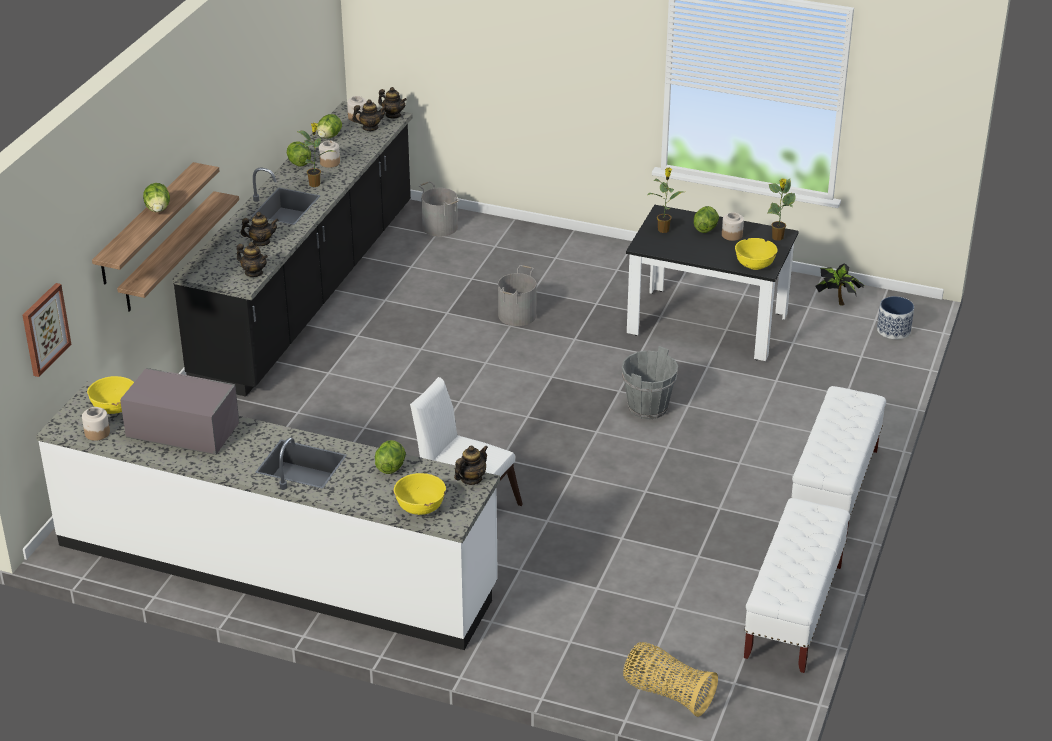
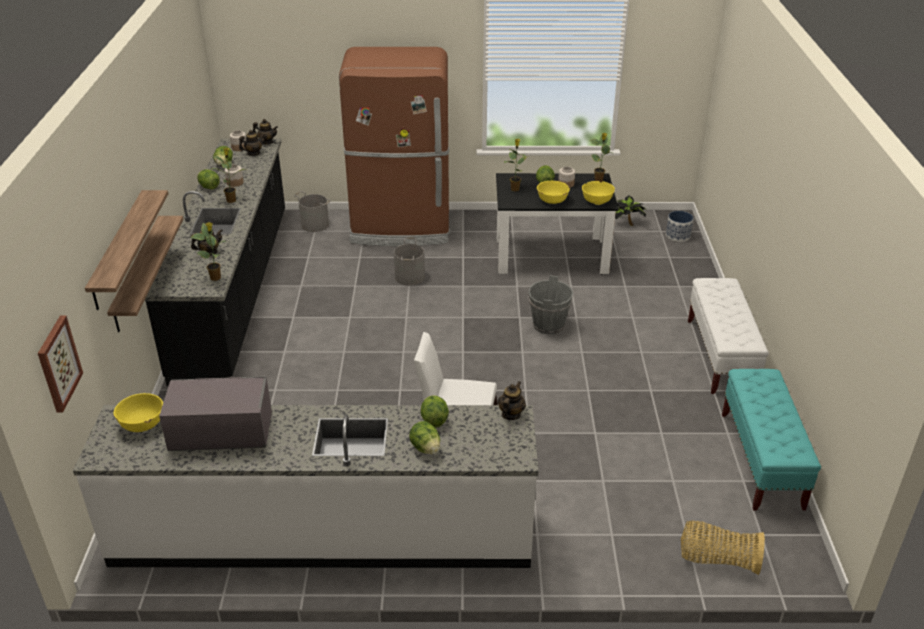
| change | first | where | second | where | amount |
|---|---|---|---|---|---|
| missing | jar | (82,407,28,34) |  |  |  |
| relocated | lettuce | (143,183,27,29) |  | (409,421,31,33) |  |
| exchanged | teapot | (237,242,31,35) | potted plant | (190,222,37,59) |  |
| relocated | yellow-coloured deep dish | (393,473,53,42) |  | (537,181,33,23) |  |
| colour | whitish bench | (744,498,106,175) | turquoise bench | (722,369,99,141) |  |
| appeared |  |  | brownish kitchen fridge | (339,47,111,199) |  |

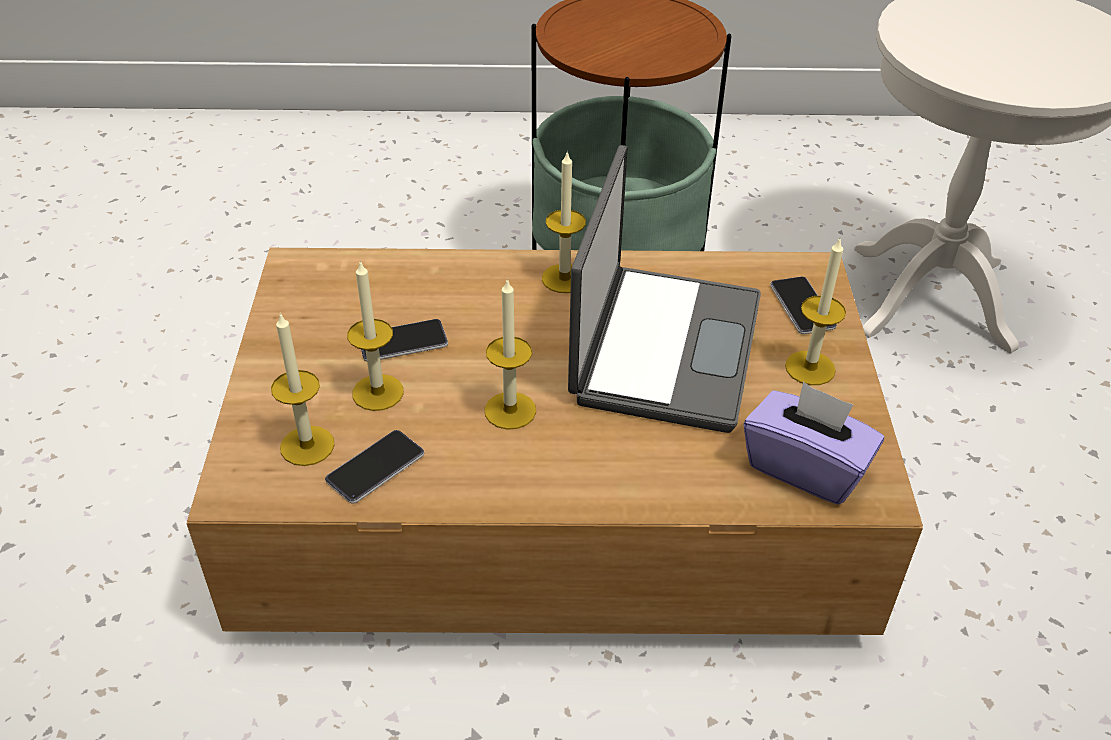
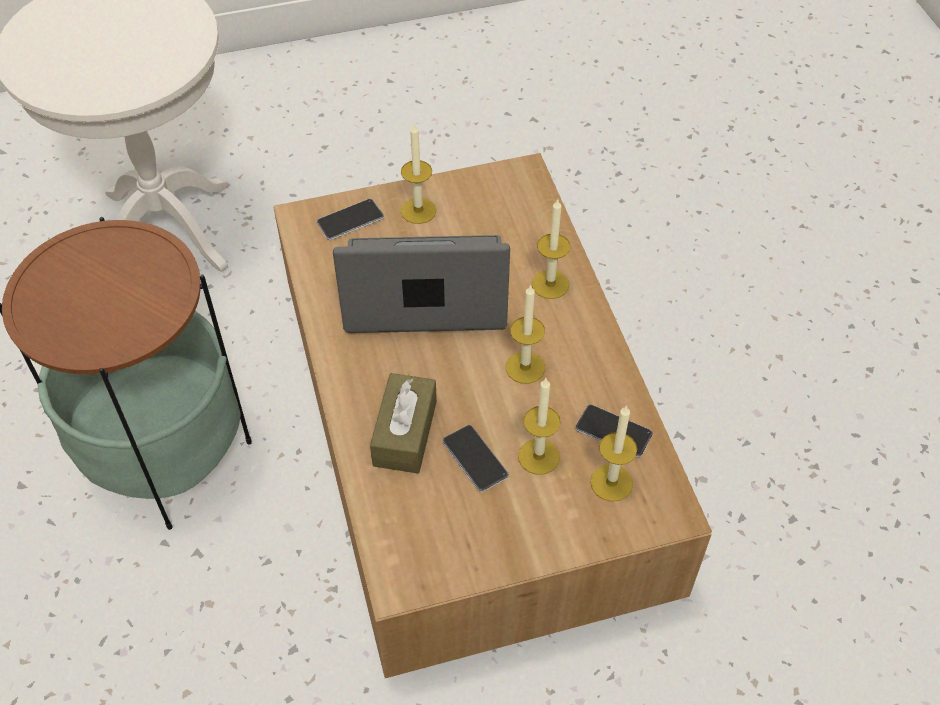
| change | first | where | second | where | amount |
|---|---|---|---|---|---|
| relocated | wax candle | (542,151,44,142) |  | (532,200,38,99) |  |
| missing | purplish box of tissues | (744,382,140,123) |  |  |  |
| appeared |  |  | brownish box of tissues | (370,373,67,100) |  |

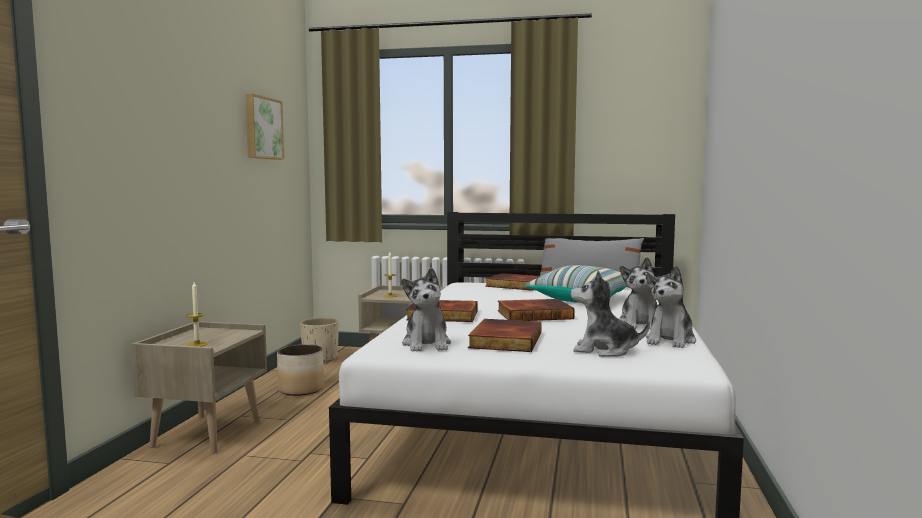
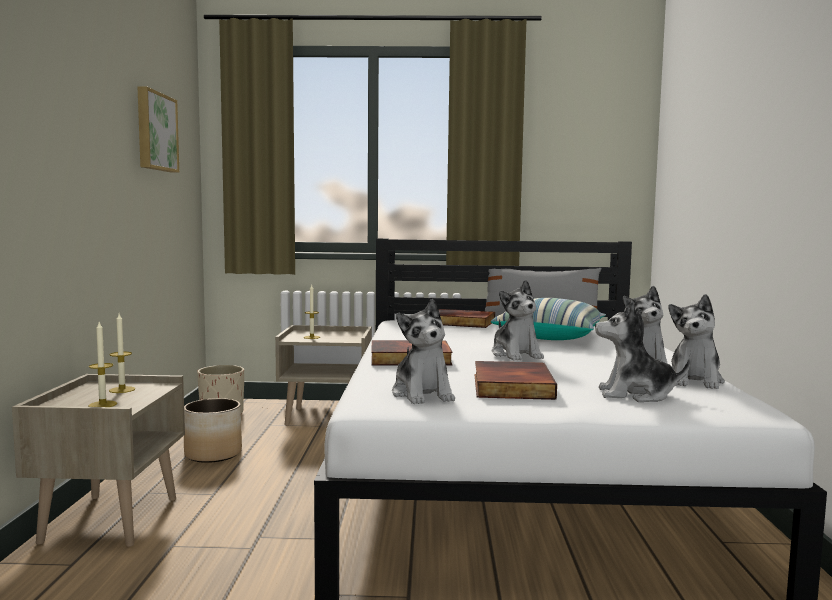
| change | first | where | second | where | amount |
|---|---|---|---|---|---|
| exchanged | book | (498,299,77,22) | plush toy | (492,280,52,80) |  |
| appeared |  |  | wax candle | (109,314,26,79) |  |

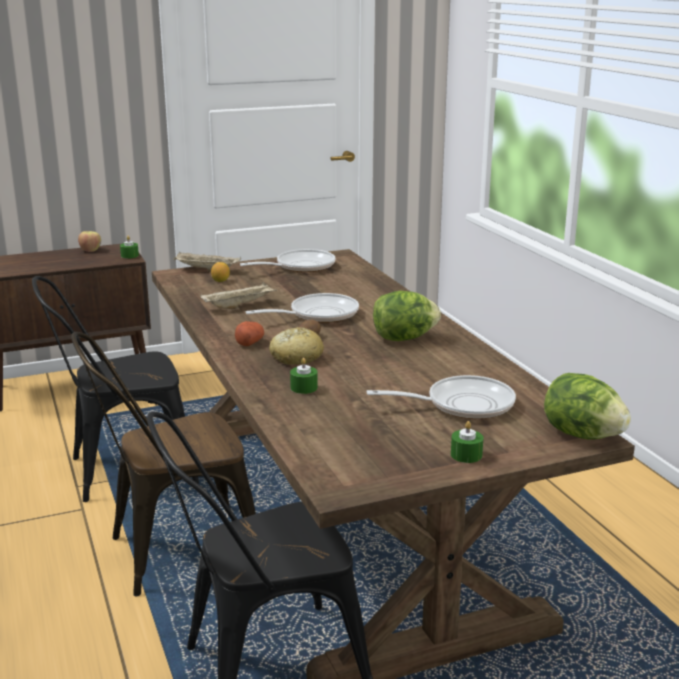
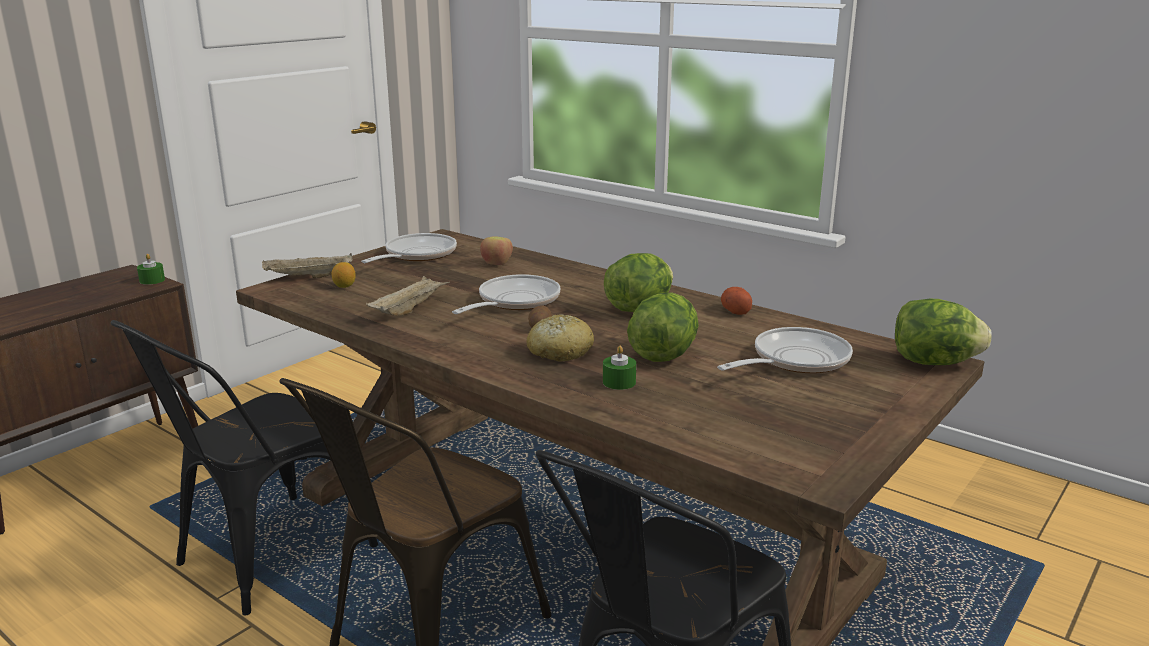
| change | first | where | second | where | amount |
|---|---|---|---|---|---|
| relocated | whole apple | (78,231,23,21) |  | (480,236,33,29) |  |
| relocated | spud | (235,321,29,25) |  | (721,287,31,28) |  |
| missing | greenish wax candle | (451,421,32,42) |  |  |  |
| appeared |  |  | lettuce | (627,293,72,69) |  |

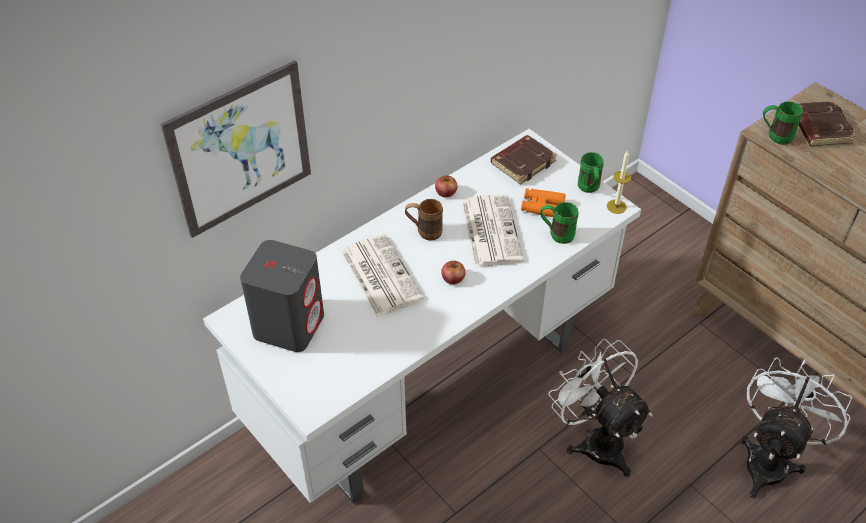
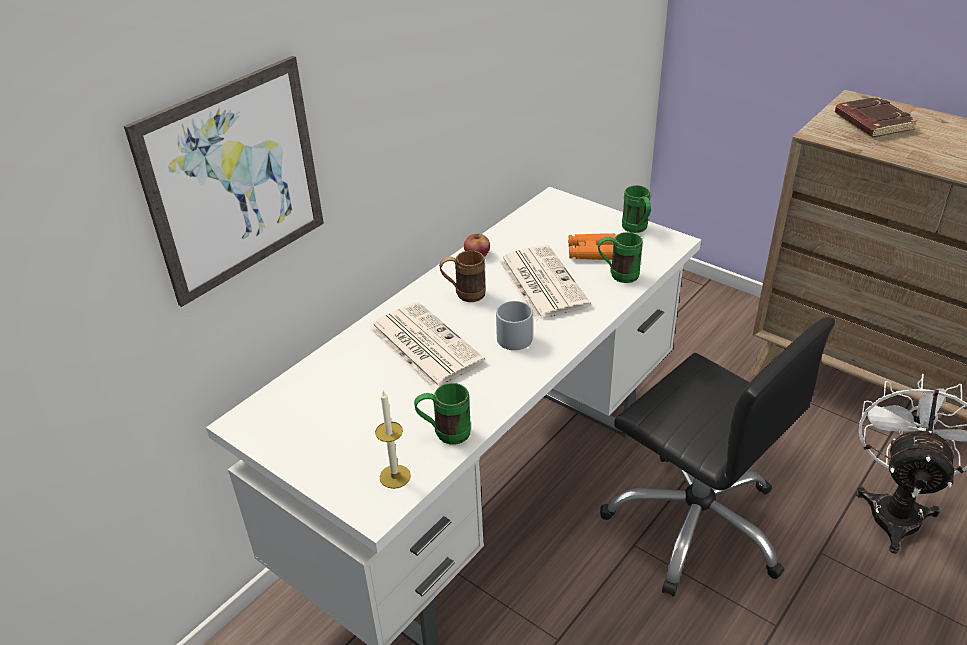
| change | first | where | second | where | amount |
|---|---|---|---|---|---|
| missing | grey audio speaker | (240,240,84,112) |  |  |  |
| exchanged | whole apple | (441,261,25,23) | grey coffee mug | (496,301,37,49) |  |
| missing | brownish book | (491,135,66,50) |  |  |  |
| exchanged | whitish cooling fan | (548,339,104,138) | black-coloured desk chair | (600,317,235,280) |  |
| relocated | wax candle | (607,150,24,64) |  | (375,390,36,99) |  |
| relocated | greenish coffee mug | (763,101,40,44) |  | (414,383,57,62) |  |

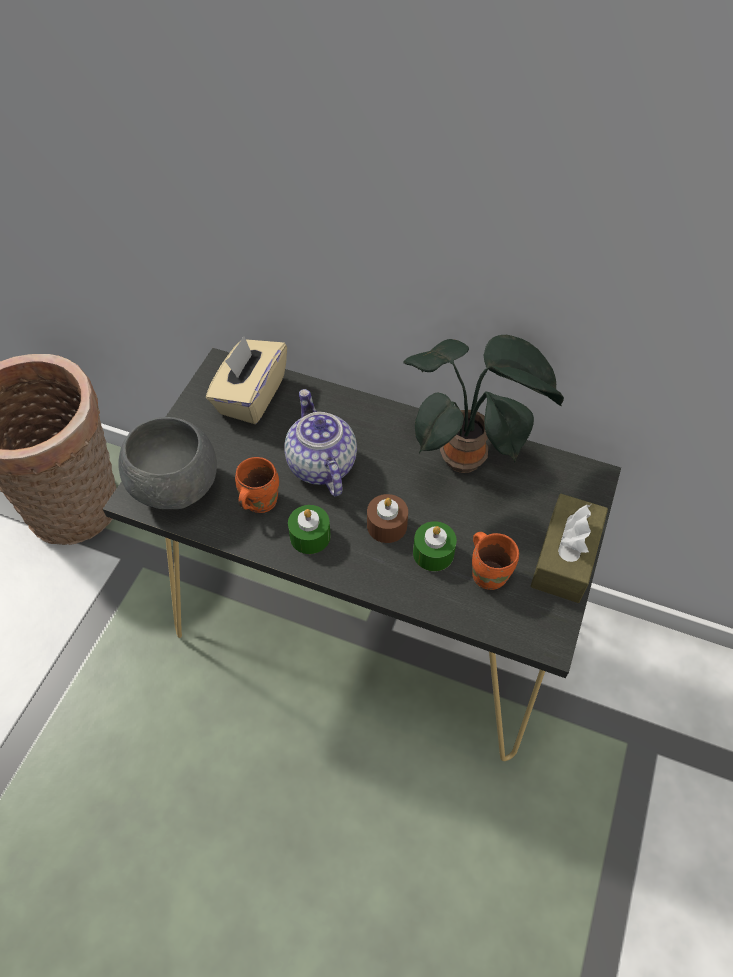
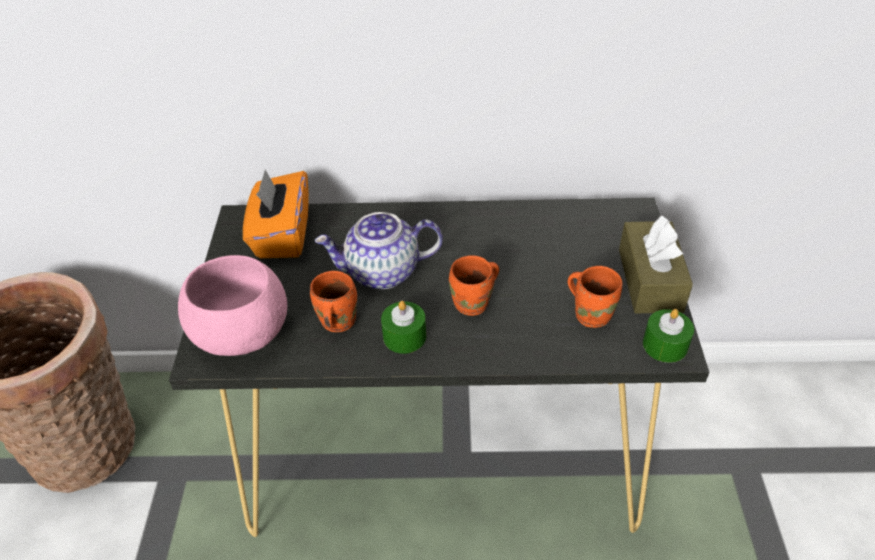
| change | first | where | second | where | amount |
|---|---|---|---|---|---|
| colour | grey deep dish | (118,417,99,92) | pinkish deep dish | (178,255,109,101) |  |
| colour | beige box of tissues | (206,336,81,88) | orangey box of tissues | (243,170,66,88) |  |
| spun | teapot | (284,389,73,107) |  | (315,212,128,77) | 60 degrees counterclockwise |
| exchanged | brownish wax candle | (367,494,41,49) | orangey coffee mug | (449,255,50,61) |  |
| missing | potted plant | (403,335,161,138) |  |  |  |
| relocated | greenish wax candle | (413,521,44,50) |  | (643,309,51,54) |  |

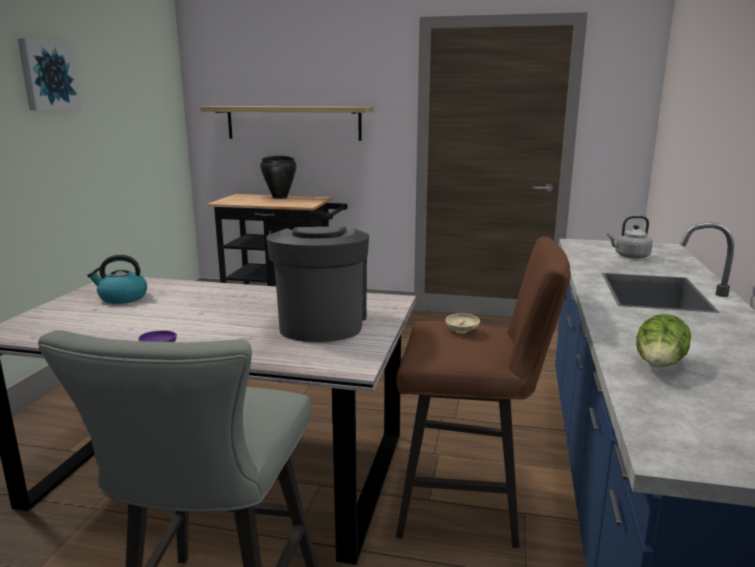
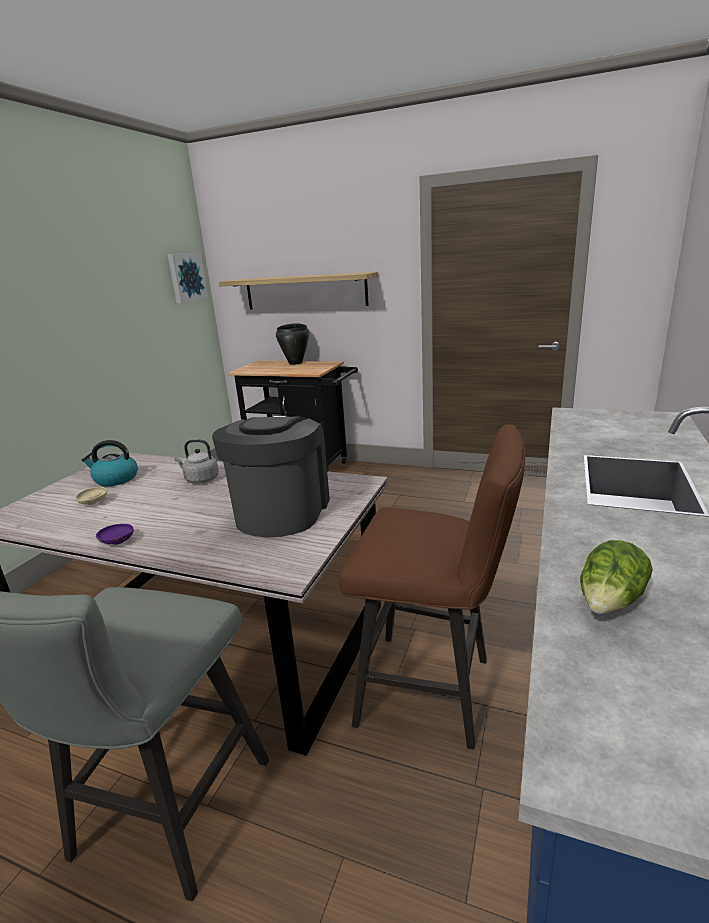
| change | first | where | second | where | amount |
|---|---|---|---|---|---|
| relocated | picture | (18,38,64,72) |  | (167,253,41,50) |  |
| relocated | beige deep dish | (445,314,35,19) |  | (75,487,32,18) |  |
| relocated | grey water kettle | (607,216,46,43) |  | (174,439,45,45) |  |

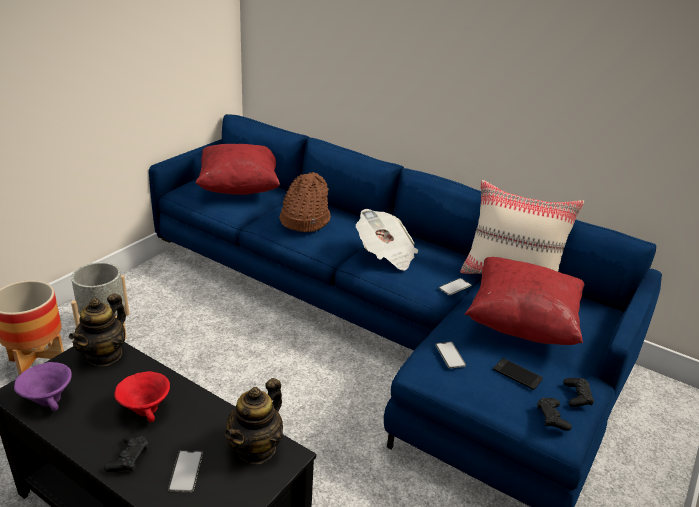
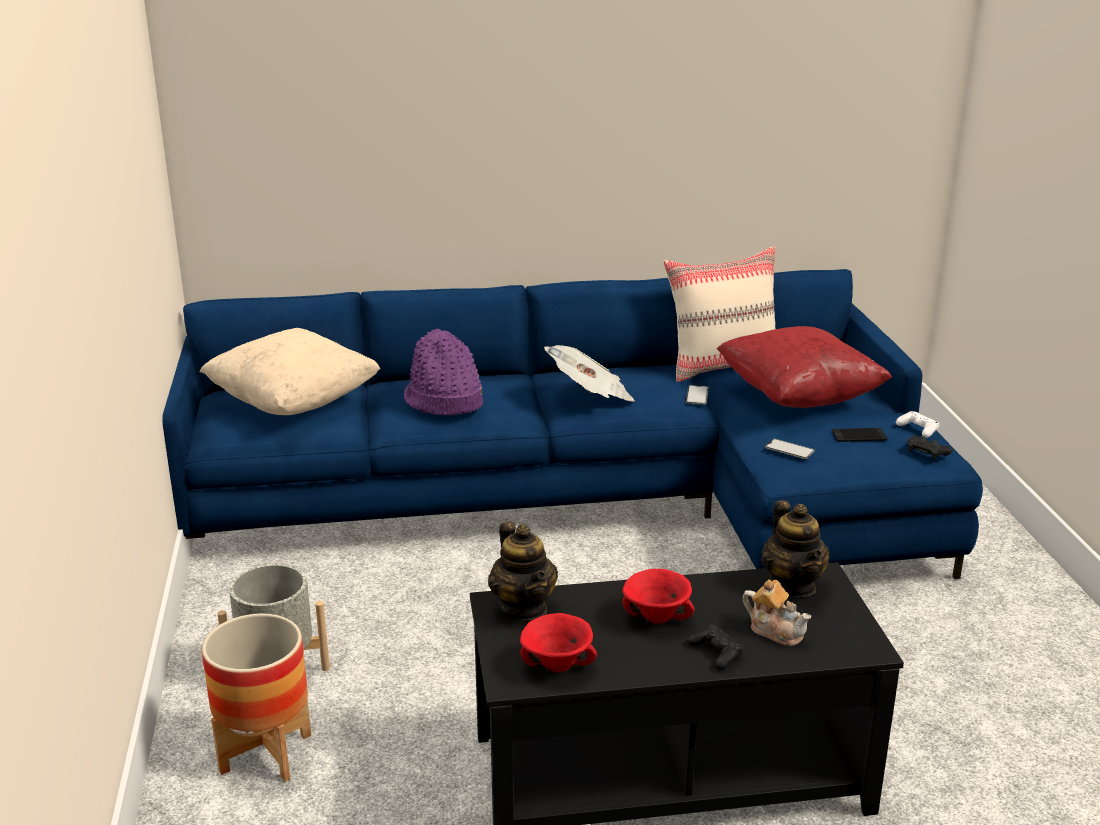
| change | first | where | second | where | amount |
|---|---|---|---|---|---|
| colour | purplish deep dish | (14,362,58,49) | red deep dish | (520,613,77,60) |  |
| exchanged | phone | (168,450,35,42) | teapot | (742,579,69,67) |  |
| colour | red cushion | (196,144,84,51) | beige cushion | (200,328,180,87) |  |
| colour | brownish clothing hat | (279,172,52,60) | purplish clothing hat | (404,329,79,86) |  |
| colour | black-coloured gamepad | (563,378,31,29) | whitish gamepad | (896,411,43,27) |  |

